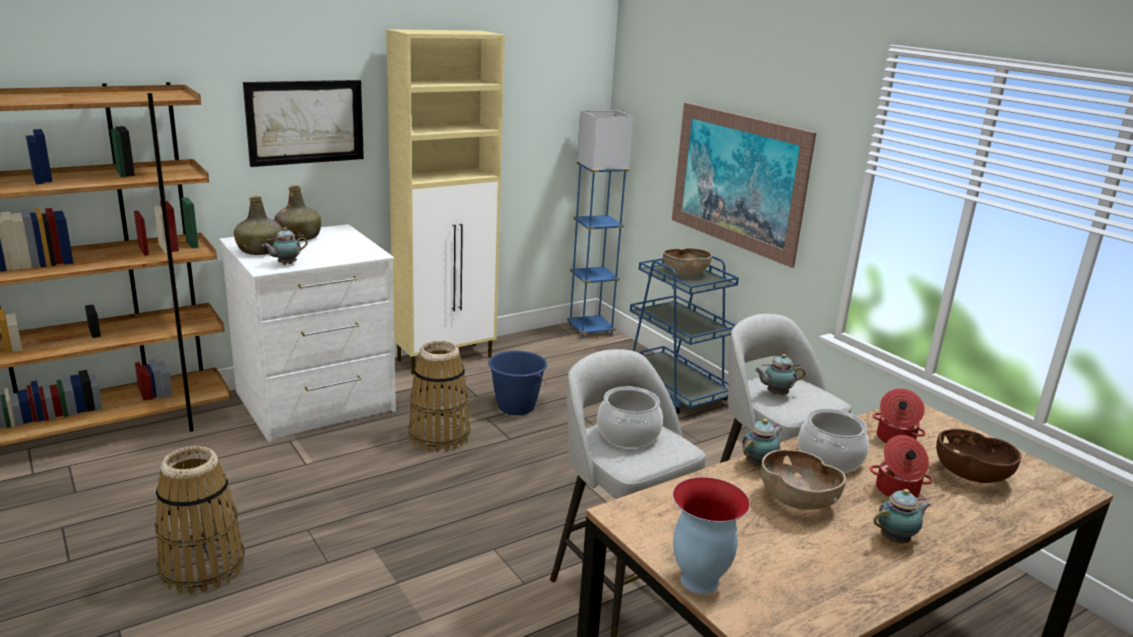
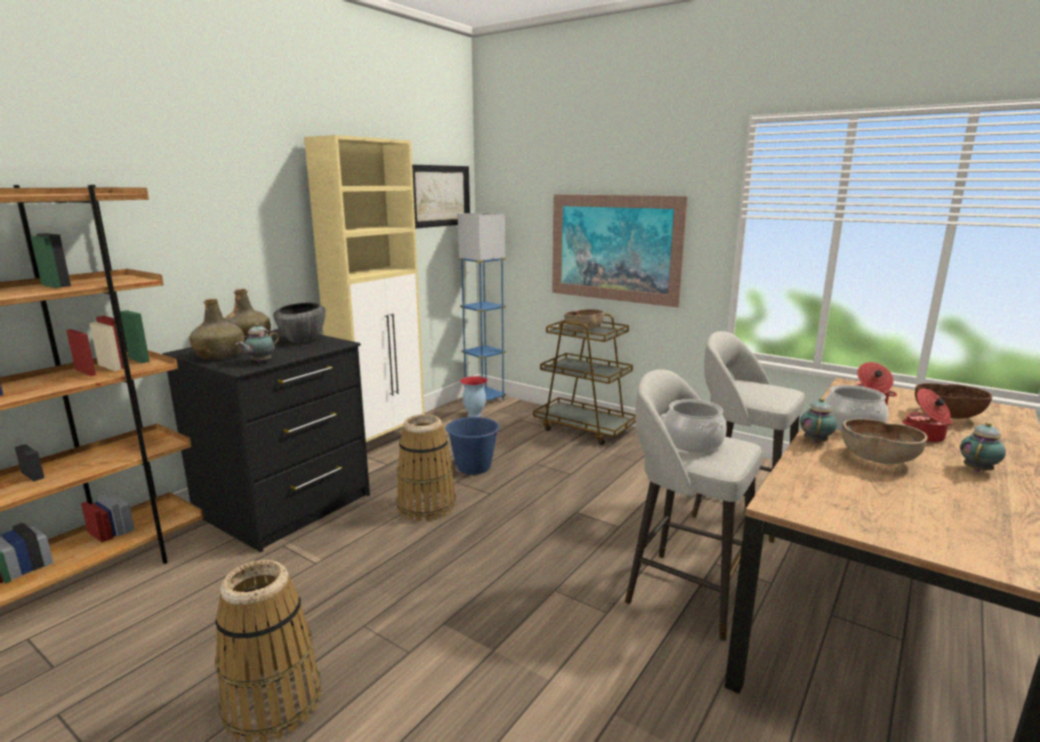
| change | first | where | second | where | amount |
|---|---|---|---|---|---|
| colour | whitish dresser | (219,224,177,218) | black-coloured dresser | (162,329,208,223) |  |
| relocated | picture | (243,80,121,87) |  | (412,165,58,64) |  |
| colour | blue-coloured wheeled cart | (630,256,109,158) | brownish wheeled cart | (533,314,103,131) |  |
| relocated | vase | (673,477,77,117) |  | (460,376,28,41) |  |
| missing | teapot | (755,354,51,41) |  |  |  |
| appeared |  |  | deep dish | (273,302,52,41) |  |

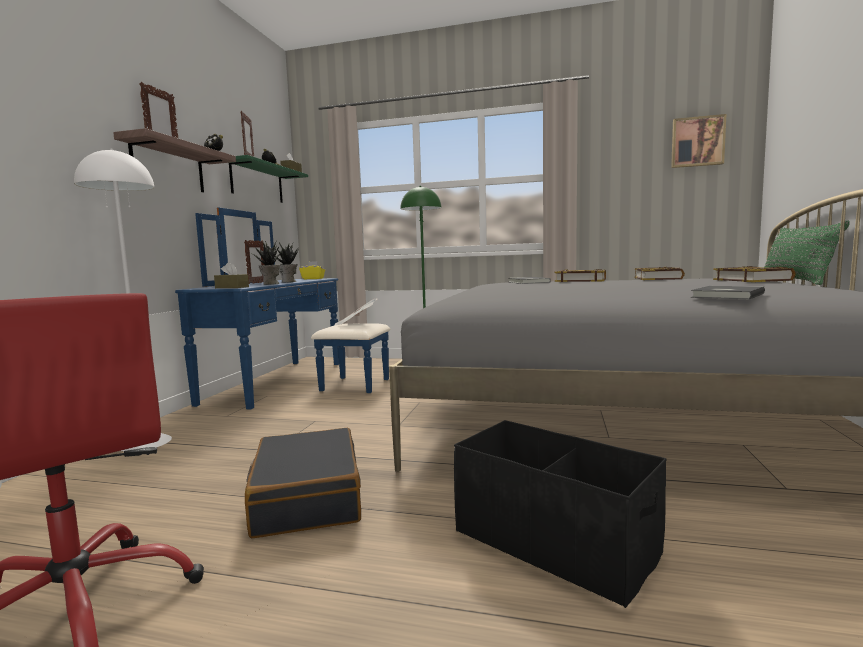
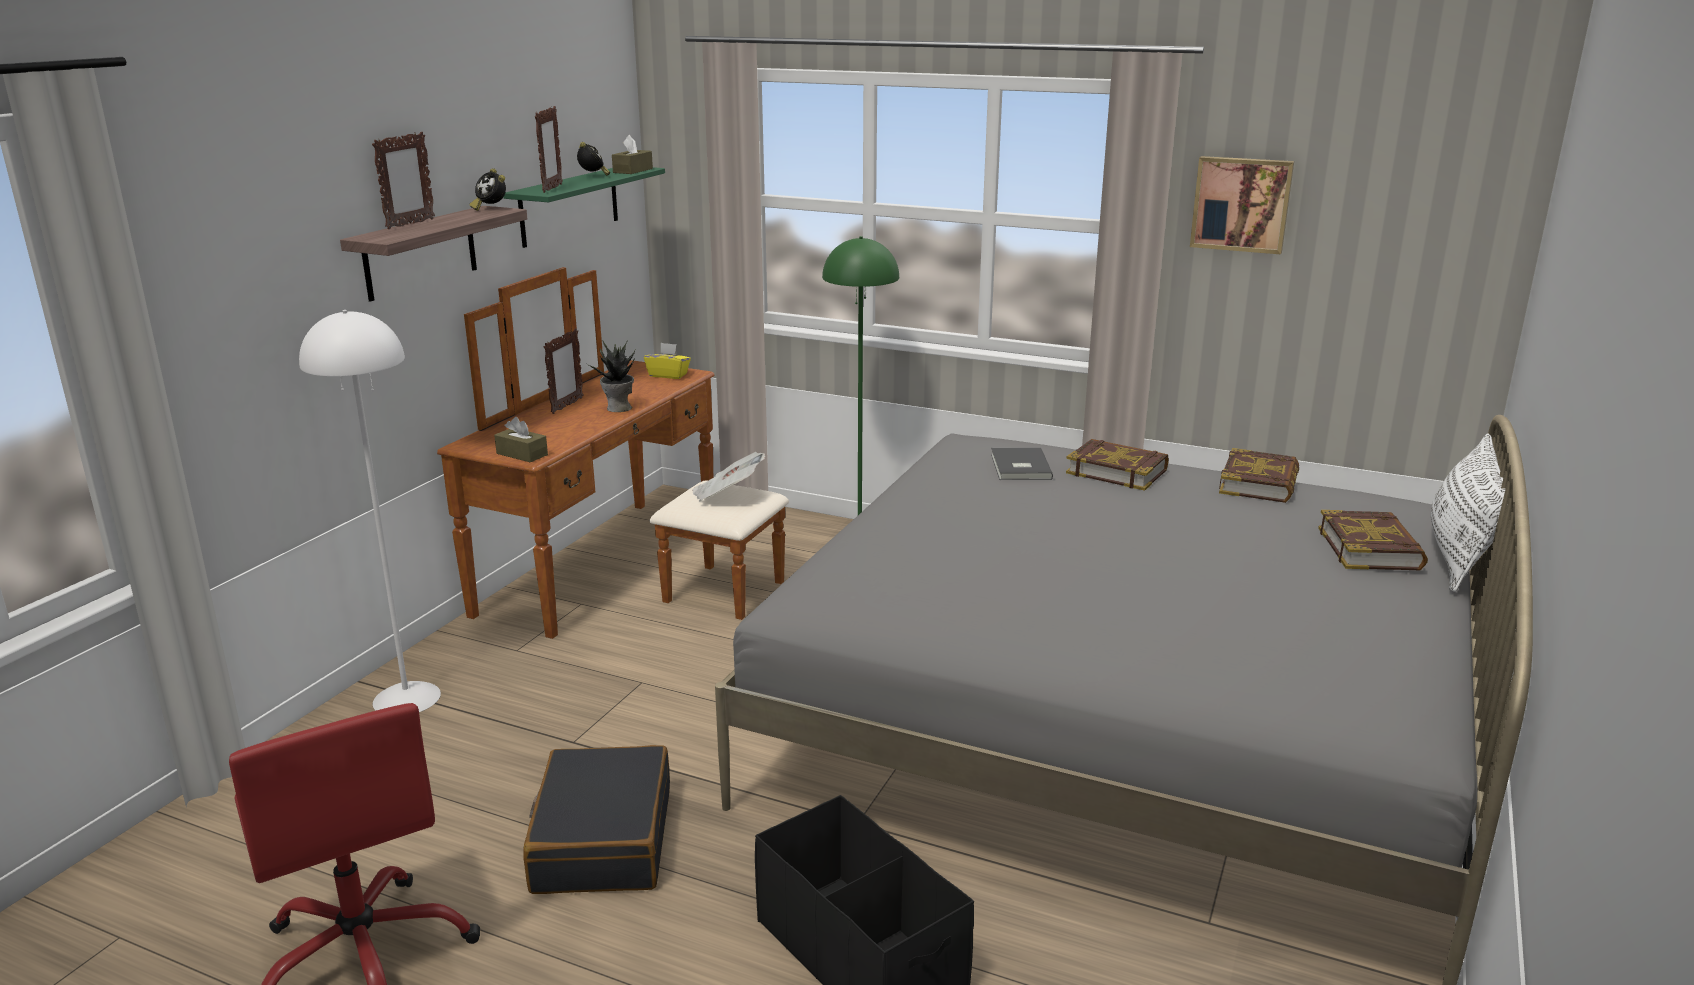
| change | first | where | second | where | amount |
|---|---|---|---|---|---|
| colour | blue-coloured dresser | (175,207,215,203) | brownish dresser | (437,267,352,372) |  |
| missing | potted plant | (253,241,29,44) |  |  |  |
| relocated | picture | (671,114,55,54) |  | (1190,156,104,99) |  |
| missing | grey book | (691,286,74,13) |  |  |  |
| colour | greenish cushion | (764,221,86,64) | whitish cushion | (1431,433,75,159) |  |

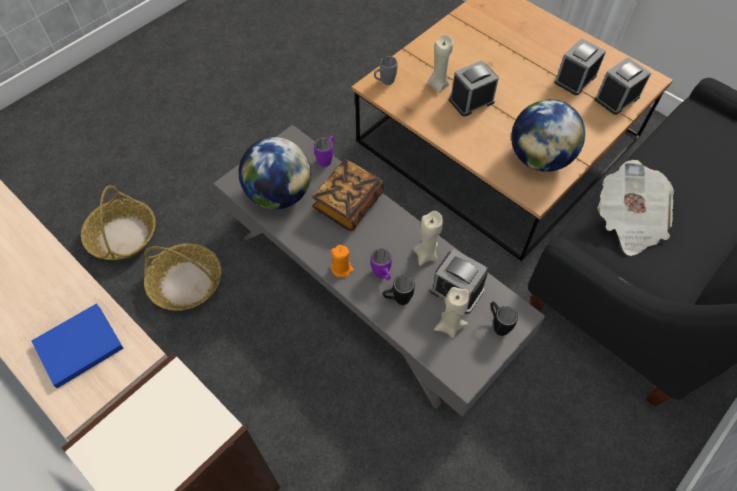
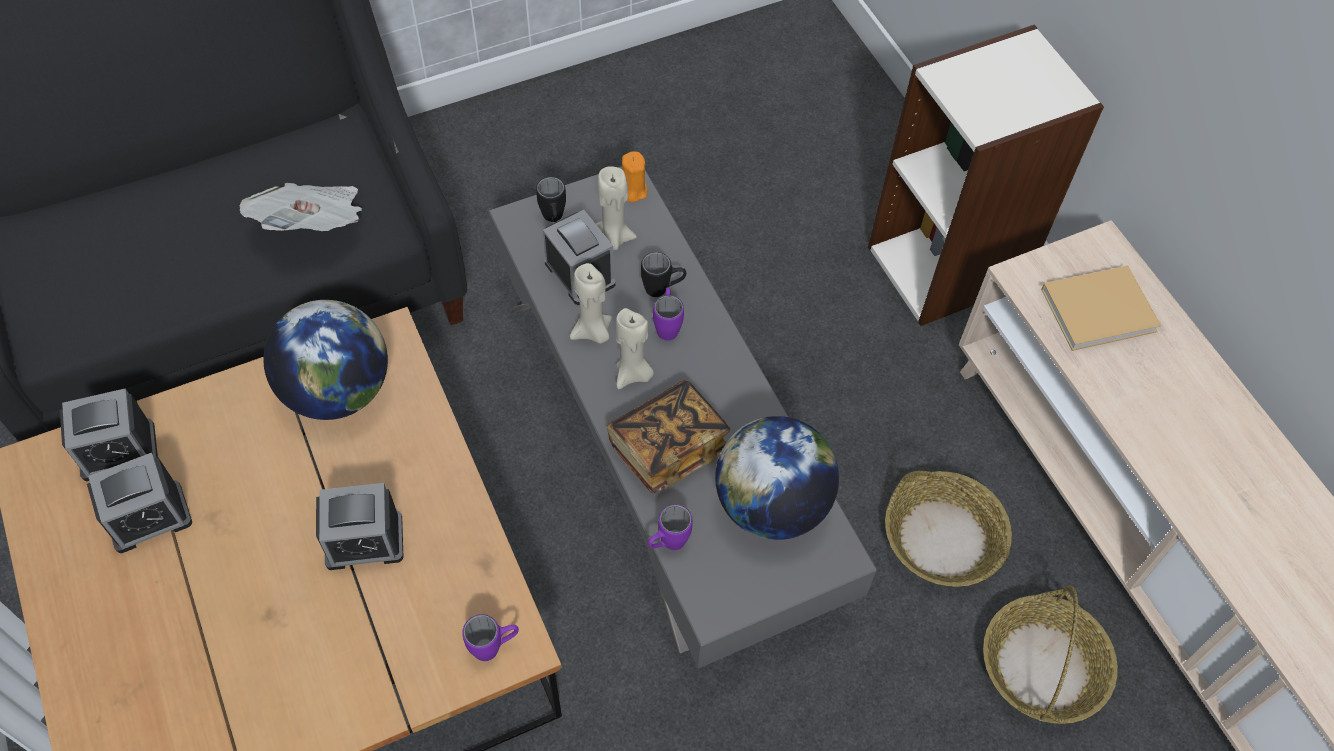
| change | first | where | second | where | amount |
|---|---|---|---|---|---|
| colour | blue-coloured book | (32,303,91,85) | beige book | (1041,265,120,86) |  |
| relocated | orangey wax candle | (330,245,24,32) |  | (622,151,25,51) |  |
| colour | grey coffee mug | (374,56,24,29) | purplish coffee mug | (462,614,57,47) |  |
| relocated | beige wax candle | (427,34,26,59) |  | (616,308,38,81) |  |

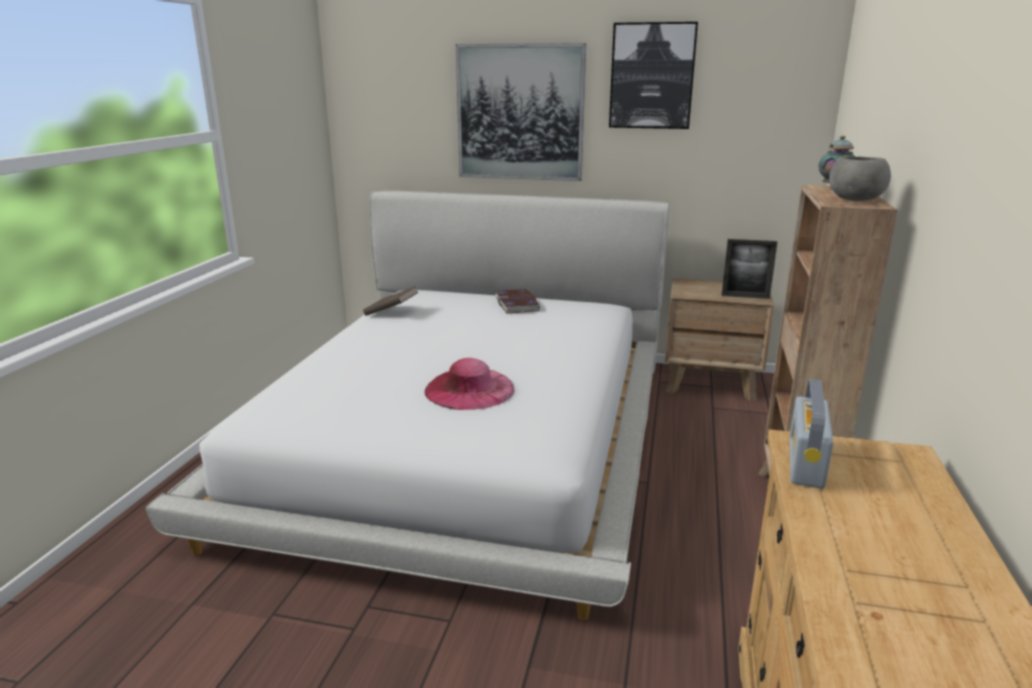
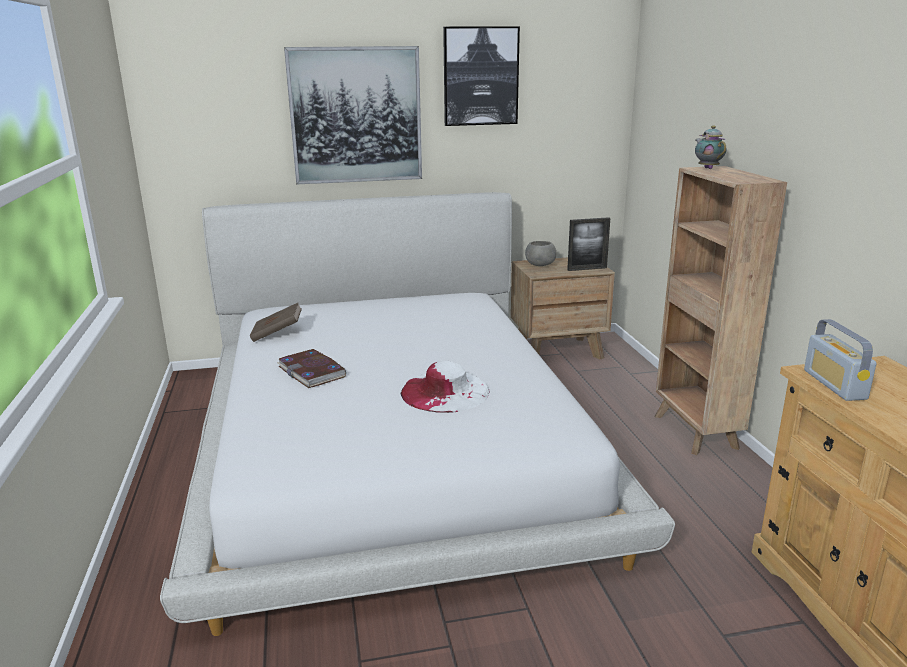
| change | first | where | second | where | amount |
|---|---|---|---|---|---|
| colour | pinkish clothing hat | (424,358,91,52) | whitish clothing hat | (401,361,88,52) |  |
| relocated | book | (495,289,45,24) |  | (277,349,69,39) |  |
| relocated | grey deep dish | (829,156,62,45) |  | (525,241,31,25) |  |

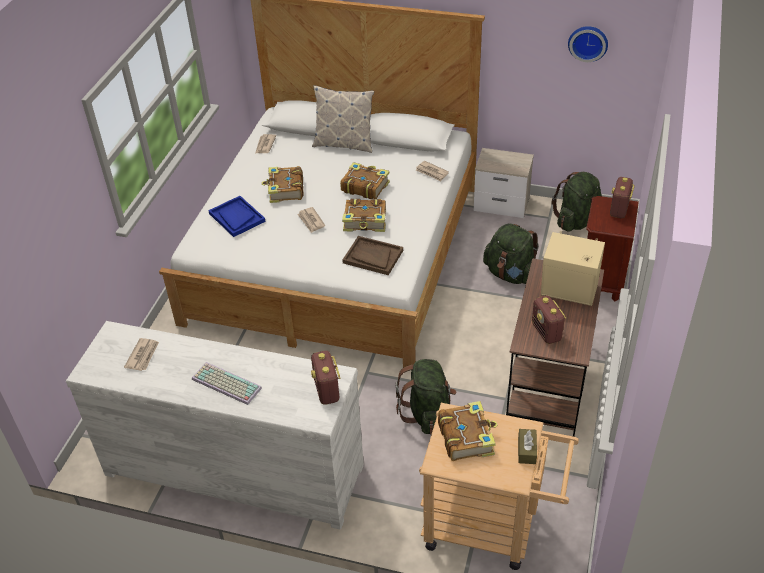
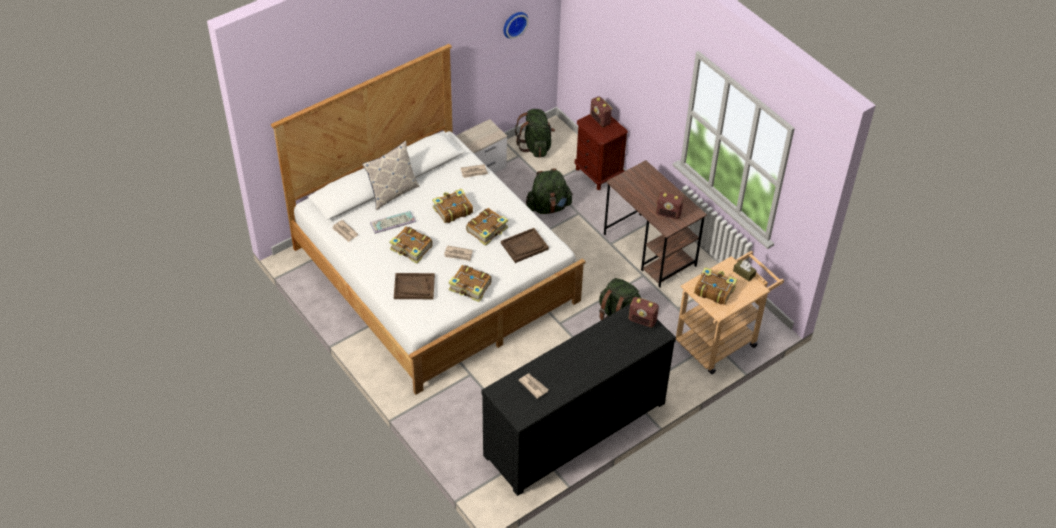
| change | first | where | second | where | amount |
|---|---|---|---|---|---|
| colour | whitish dresser | (66,321,298,209) | black-coloured dresser | (481,304,195,192) |  |
| relocated | PC keyboard | (192,362,70,43) |  | (370,211,46,23) |  |
| colour | blue-coloured serving tray | (208,196,58,41) | brownish serving tray | (394,273,41,26) |  |
| missing | beige audio speaker | (541,231,64,75) |  |  |  |
| appeared |  |  | book | (448,265,43,37) |  |

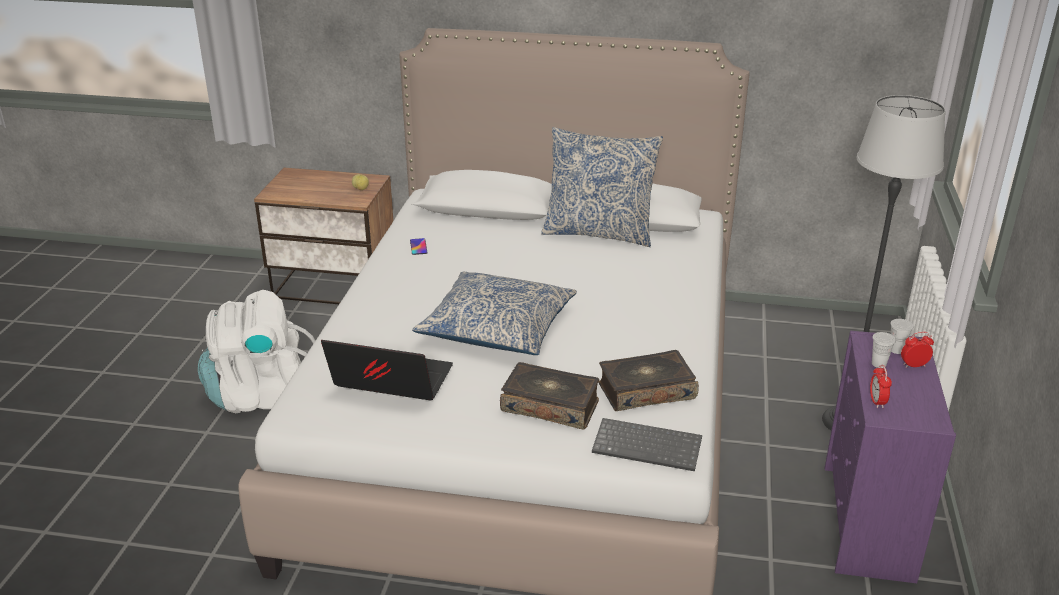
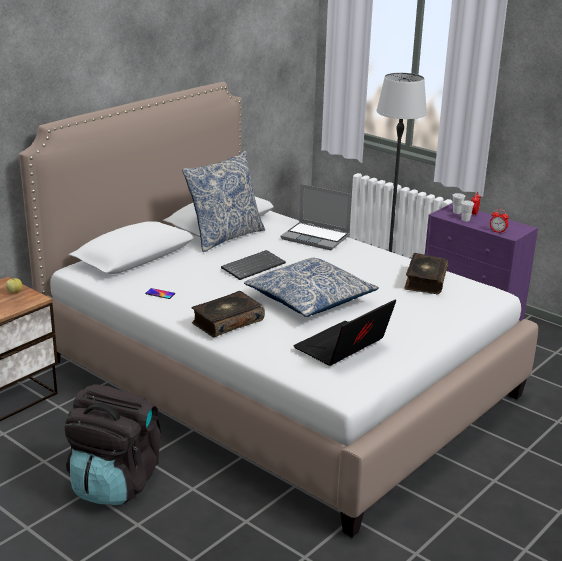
| change | first | where | second | where | amount |
|---|---|---|---|---|---|
| colour | whitish backpack | (198,290,117,123) | black-coloured backpack | (65,384,96,121) |  |
| relocated | book | (500,362,99,67) |  | (191,291,74,46) |  |
| relocated | PC keyboard | (592,418,110,53) |  | (221,250,65,30) |  |
| appeared |  |  | laptop | (281,184,71,67) |  |

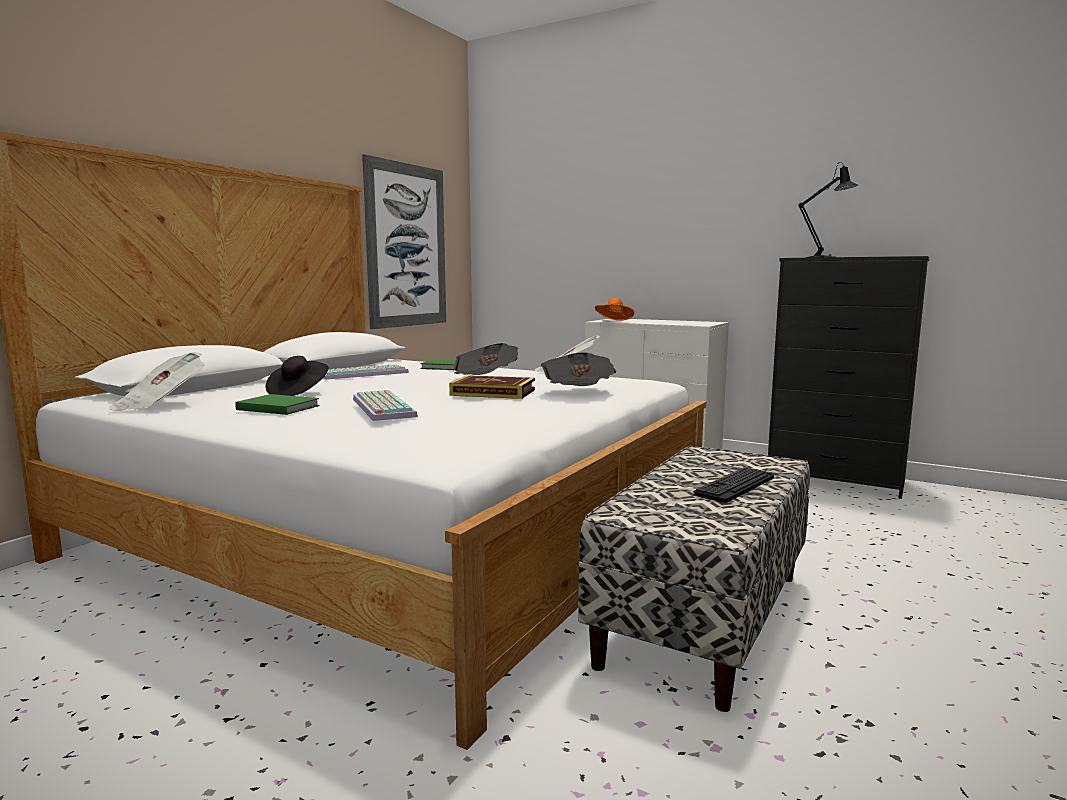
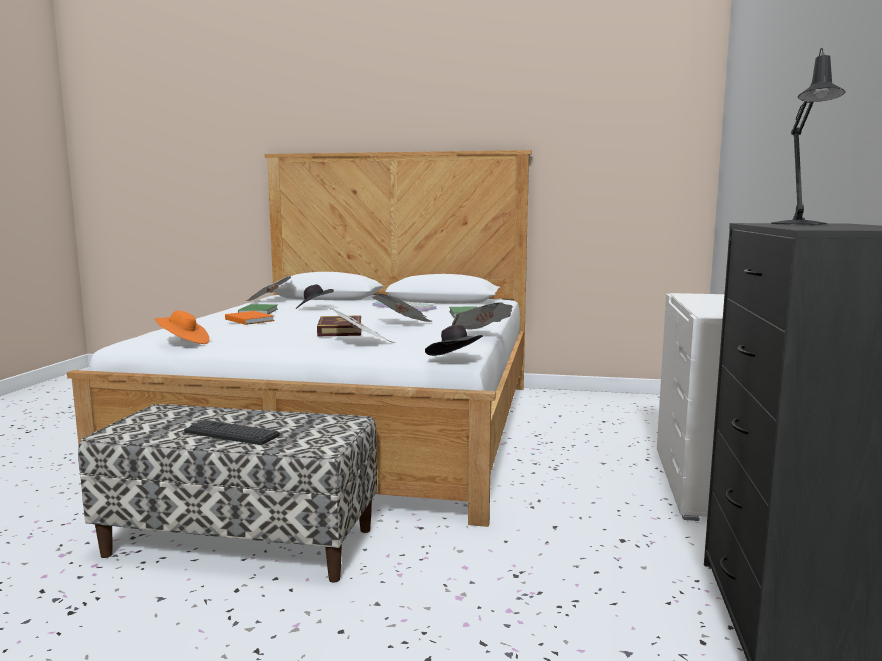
| change | first | where | second | where | amount |
|---|---|---|---|---|---|
| exchanged | PC keyboard | (353,390,65,31) | orangey book | (225,311,50,14) |  |
| missing | picture | (362,154,84,175) |  |  |  |
| relocated | orangey clothing hat | (595,298,39,23) |  | (155,310,55,34) |  |
| appeared |  |  | black-coloured clothing hat | (425,325,58,31) |  |

